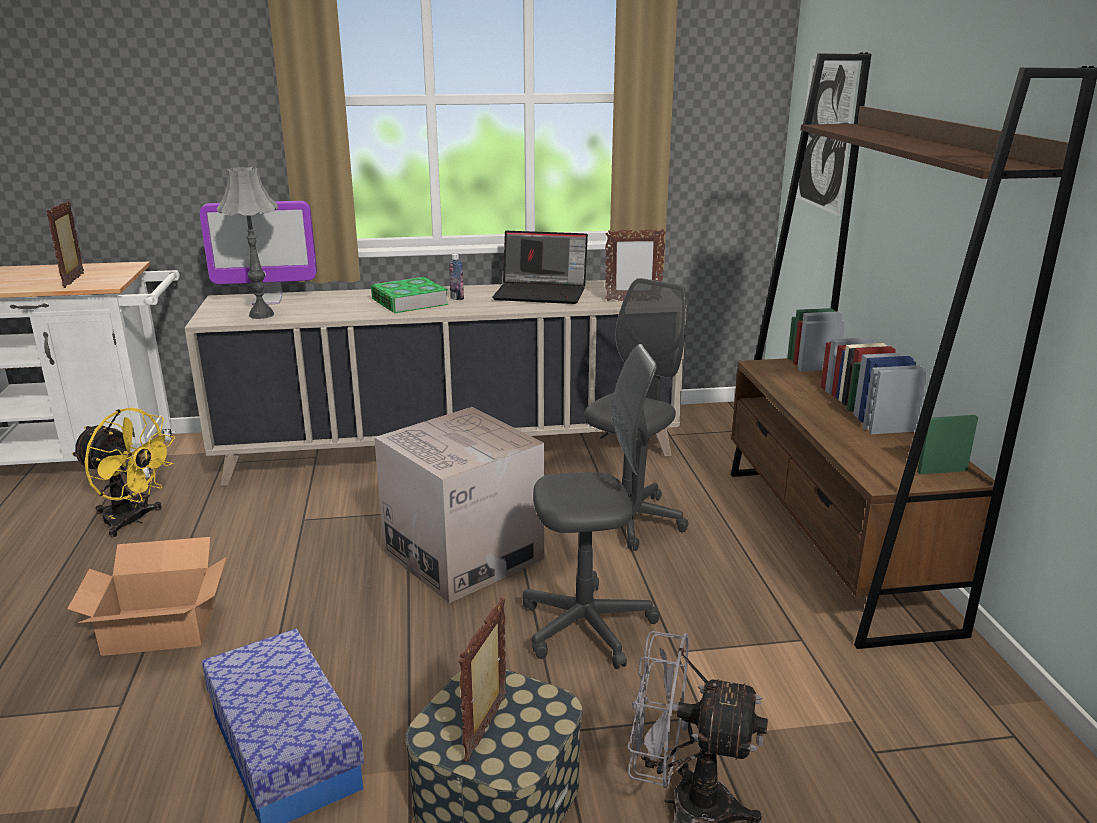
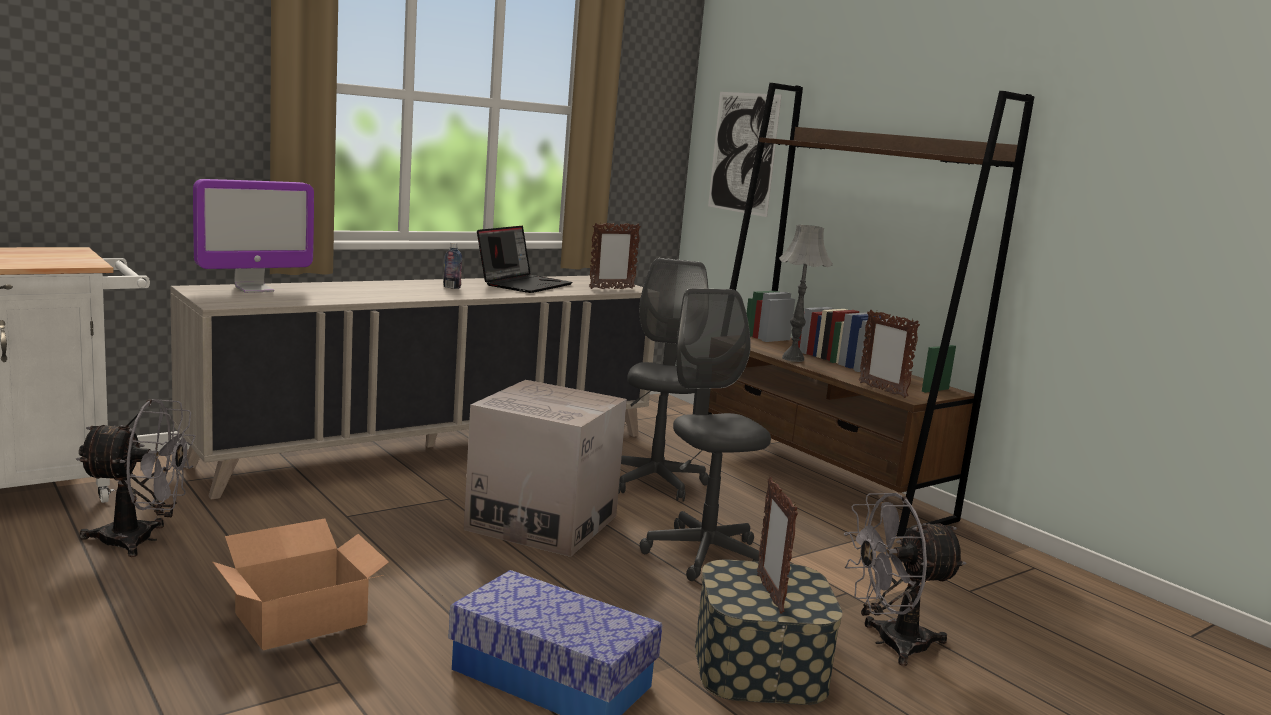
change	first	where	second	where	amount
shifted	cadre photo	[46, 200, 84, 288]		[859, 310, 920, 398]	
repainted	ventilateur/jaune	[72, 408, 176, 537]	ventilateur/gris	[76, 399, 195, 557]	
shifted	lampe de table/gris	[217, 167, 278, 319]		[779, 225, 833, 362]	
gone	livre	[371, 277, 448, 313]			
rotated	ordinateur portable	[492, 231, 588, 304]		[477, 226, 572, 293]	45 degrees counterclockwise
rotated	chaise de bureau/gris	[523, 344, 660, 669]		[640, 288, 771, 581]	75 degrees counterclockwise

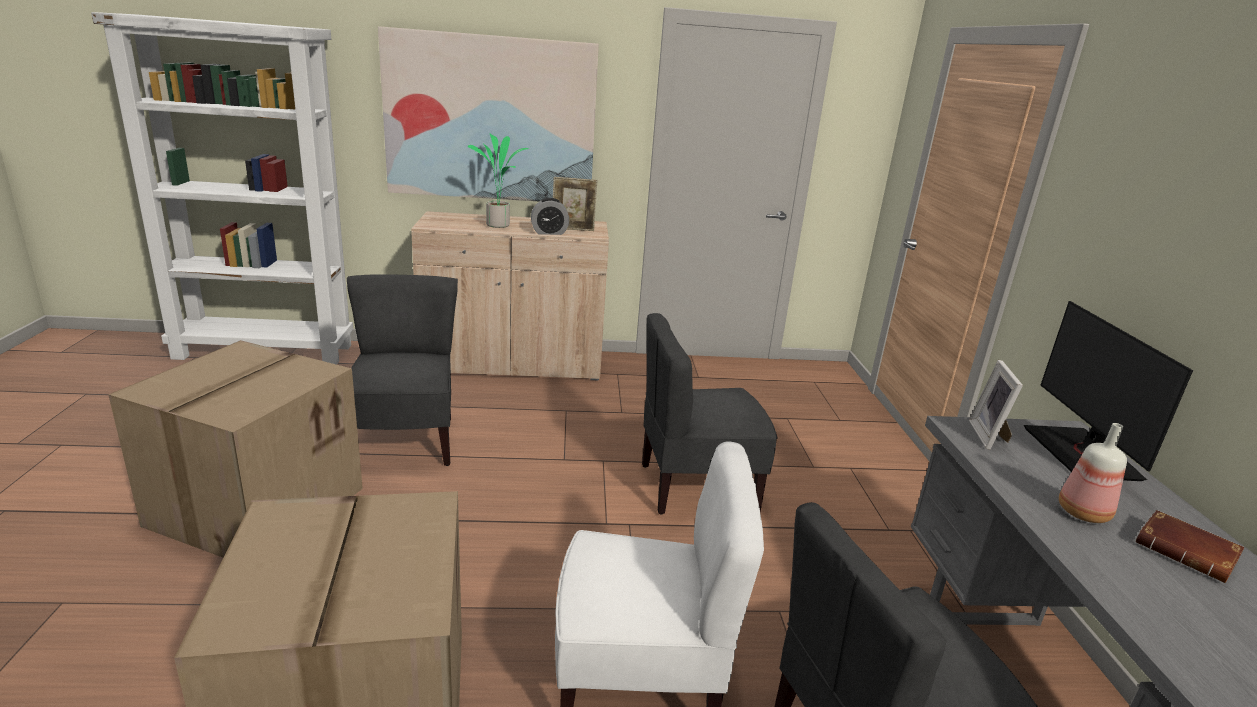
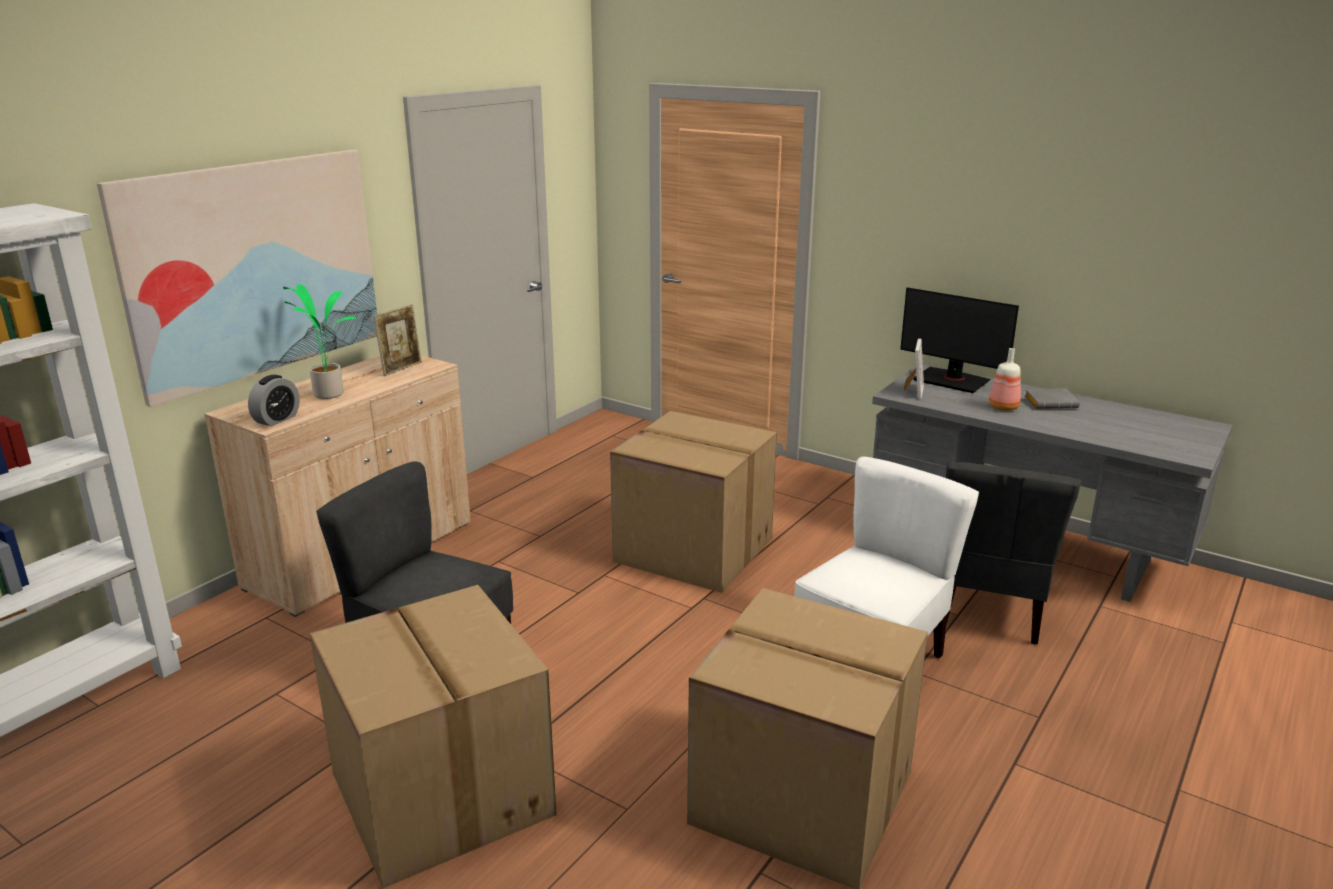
change	first	where	second	where	amount
shifted	réveil	[531, 198, 569, 235]		[248, 375, 300, 426]	
swapped	chaise/gris	[642, 313, 777, 515]	carton	[610, 411, 777, 593]	
rotated	cadre photo	[969, 360, 1023, 450]		[904, 338, 924, 399]	120 degrees counterclockwise
repainted	livre/marron	[1136, 510, 1245, 583]	livre/gris	[1025, 389, 1079, 409]	

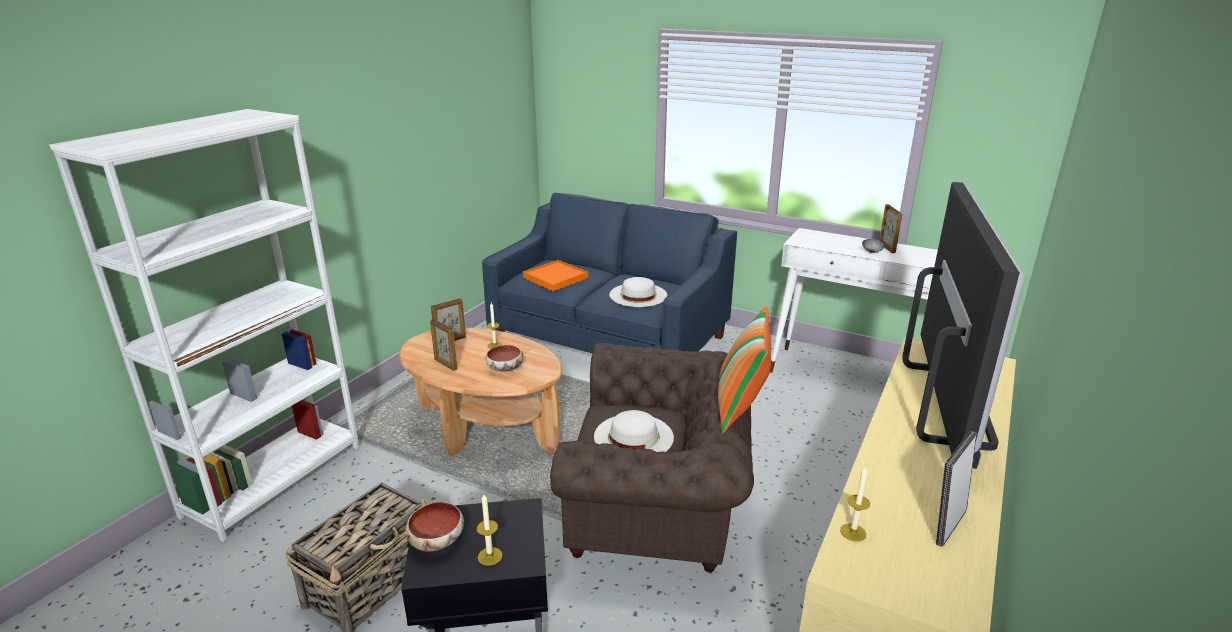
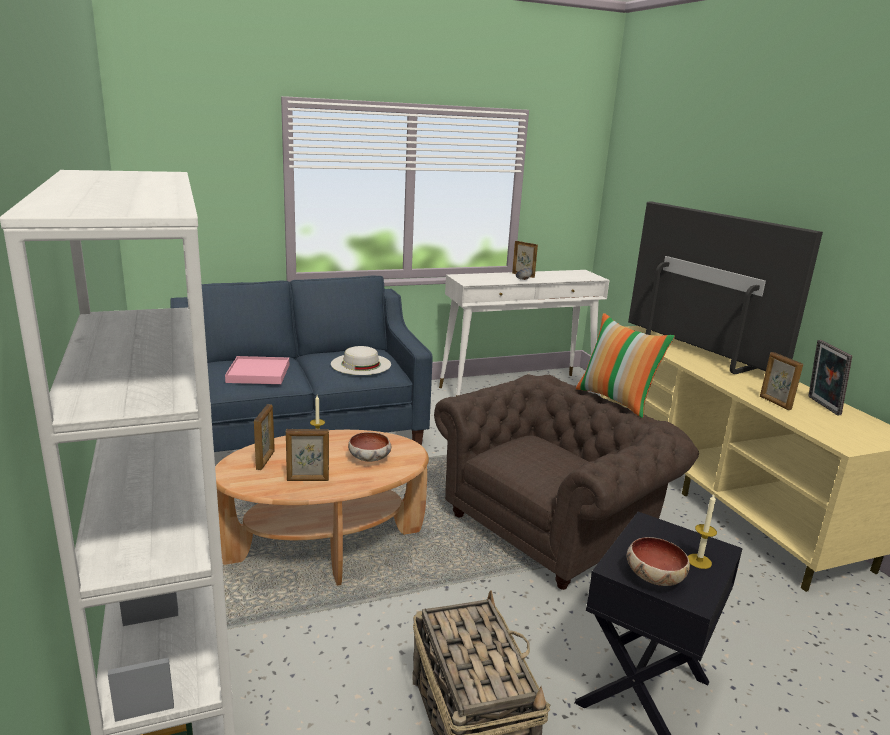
change	first	where	second	where	amount
repainted	plateau/orange	[523, 260, 588, 291]	plateau/rose	[225, 356, 289, 384]	
gone	chapeau/blanc	[594, 410, 674, 452]			
gone	bougie	[840, 466, 870, 542]			
new			cadre photo	[760, 352, 803, 410]	

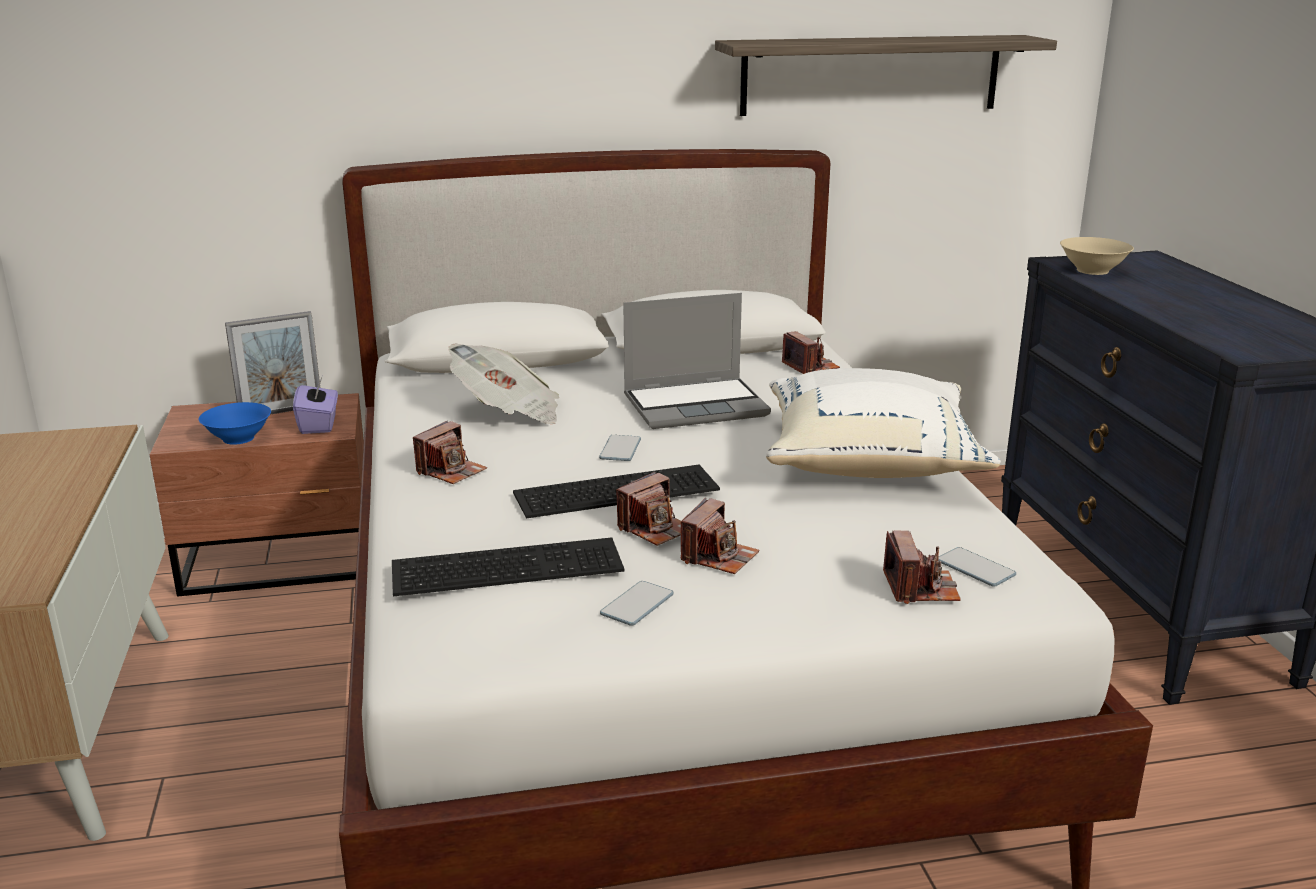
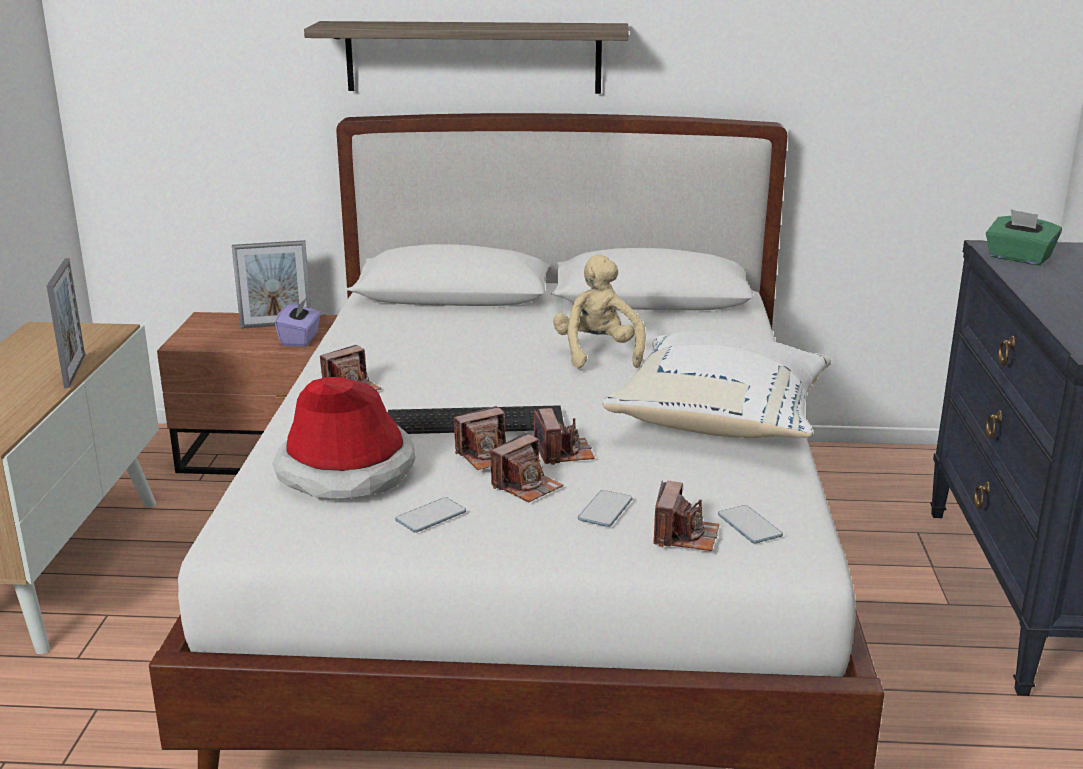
change	first	where	second	where	amount
gone	bol/bleu	[198, 402, 271, 445]			
swapped	clavier	[392, 537, 624, 596]	chapeau	[272, 377, 415, 498]	
gone	journal	[448, 344, 559, 424]			
shifted	téléphone	[599, 435, 641, 461]		[578, 490, 632, 527]	
swapped	ordinateur portable	[623, 293, 771, 429]	peluche/beige	[553, 254, 646, 369]	
shifted	étagère	[715, 35, 1057, 116]		[304, 21, 629, 94]	
shifted	appareil photo	[782, 331, 840, 374]		[534, 408, 595, 465]	
swapped	bol/beige	[1060, 237, 1134, 275]	boîte à mouchoirs/vert	[986, 209, 1062, 265]	
new			cadre photo	[47, 258, 85, 388]	

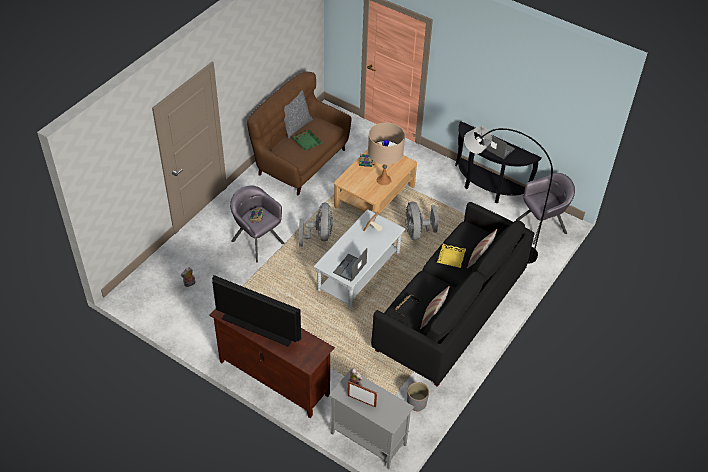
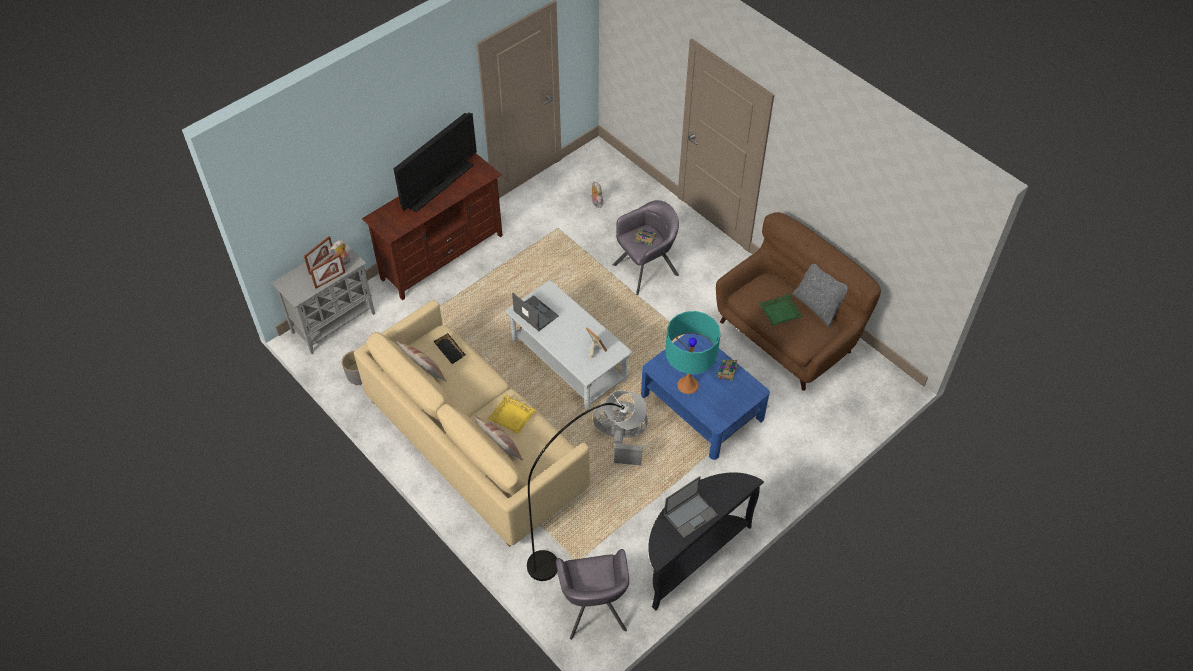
change	first	where	second	where	amount
gone	ventilateur/gris	[299, 203, 333, 246]			
repainted	table basse/beige	[334, 143, 417, 215]	table basse/bleu	[641, 333, 770, 460]	
repainted	lampe de table/beige	[368, 122, 405, 185]	lampe de table/turquoise	[665, 311, 721, 394]	
repainted	canapé/noir	[371, 202, 534, 387]	canapé/beige	[354, 300, 590, 547]	
new			cadre photo	[310, 254, 345, 289]	

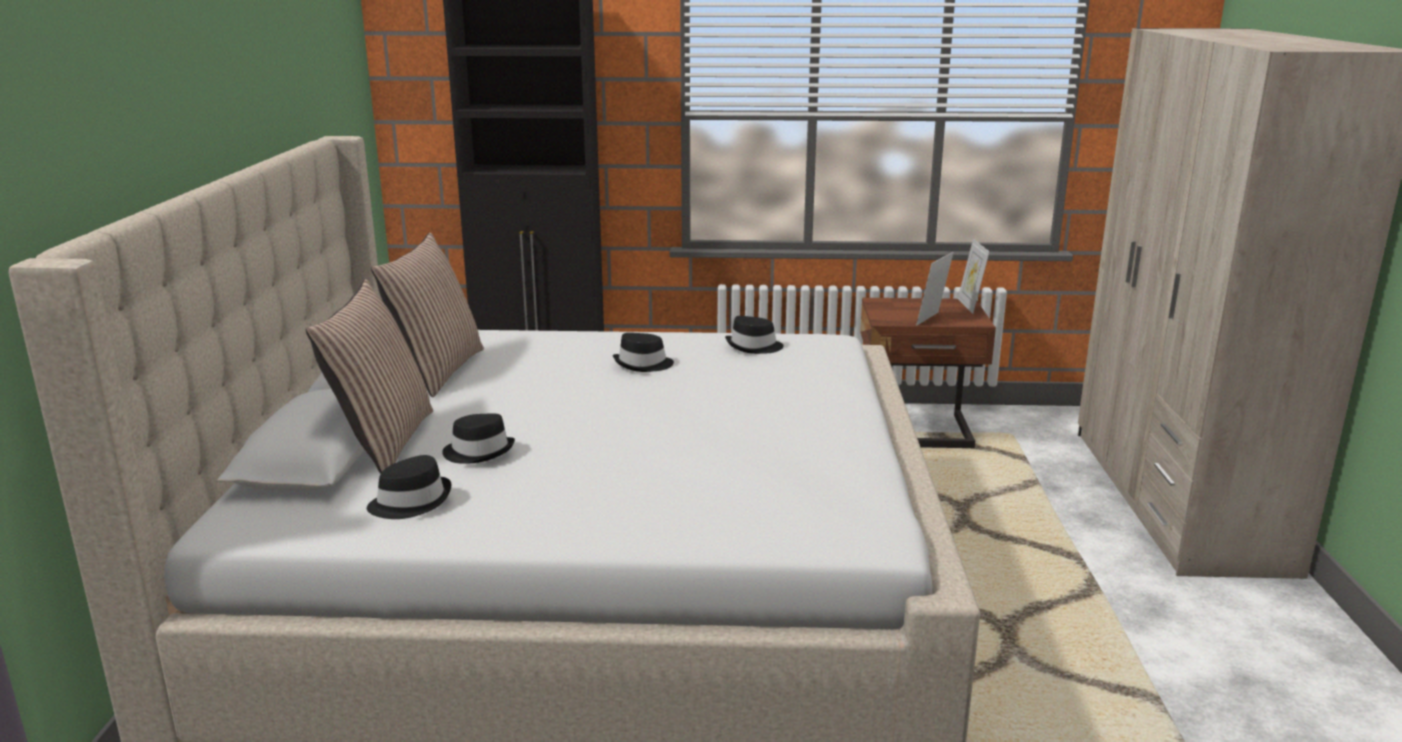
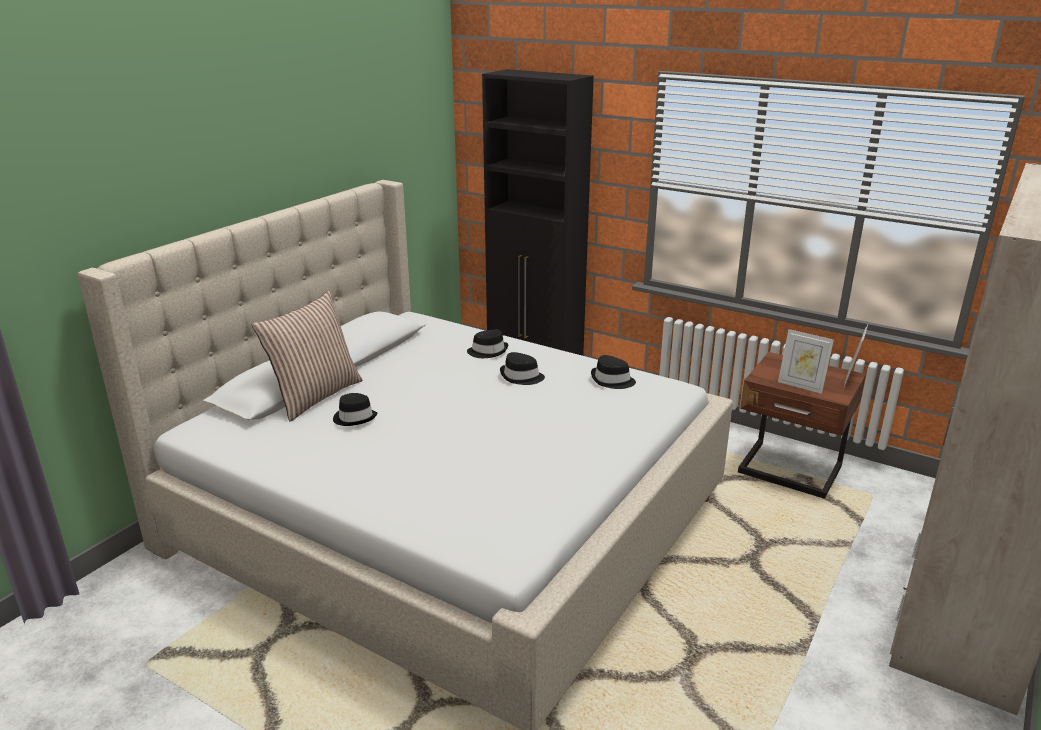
change	first	where	second	where	amount
shifted	chapeau/noir	[367, 455, 451, 519]		[467, 330, 508, 358]	
gone	coussin	[371, 233, 484, 397]			
rotated	cadre photo	[916, 252, 954, 326]		[778, 329, 834, 394]	120 degrees counterclockwise

